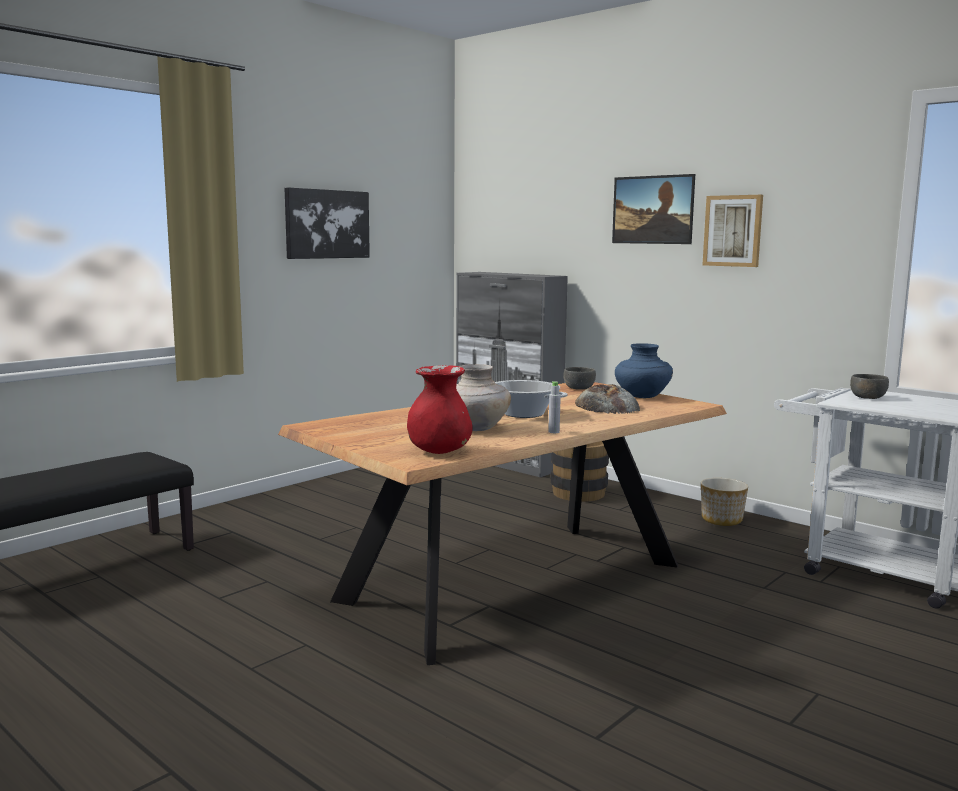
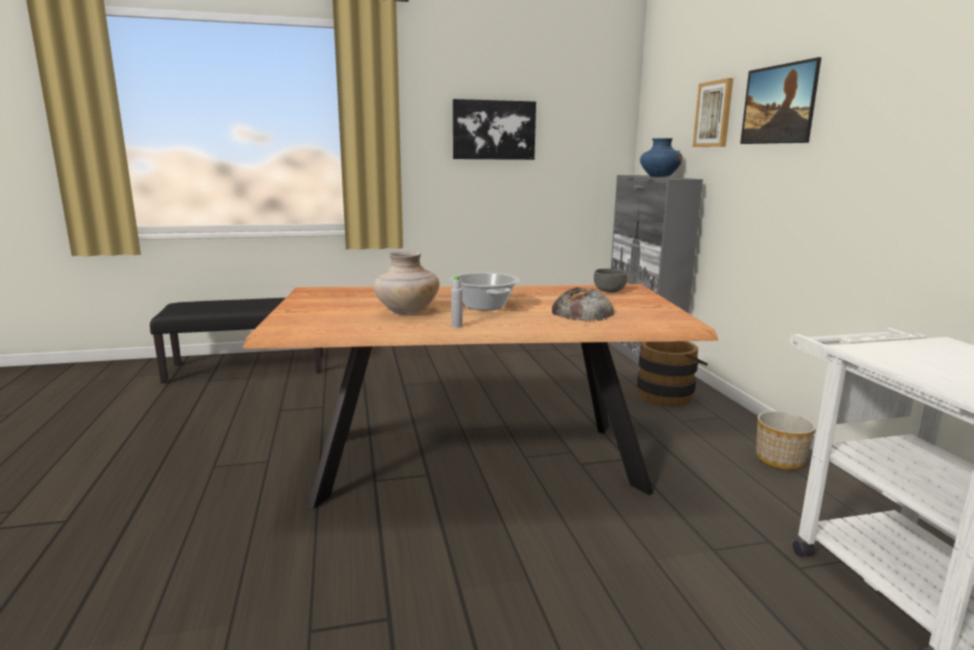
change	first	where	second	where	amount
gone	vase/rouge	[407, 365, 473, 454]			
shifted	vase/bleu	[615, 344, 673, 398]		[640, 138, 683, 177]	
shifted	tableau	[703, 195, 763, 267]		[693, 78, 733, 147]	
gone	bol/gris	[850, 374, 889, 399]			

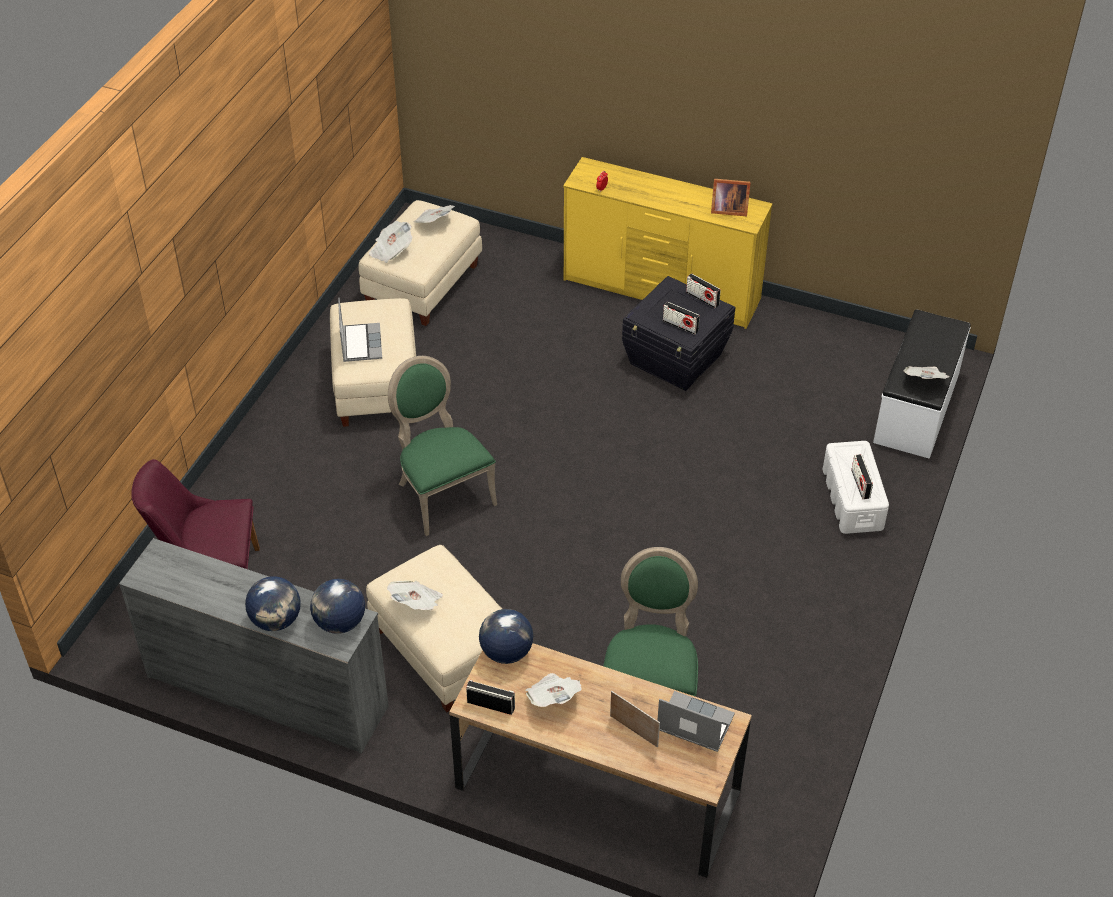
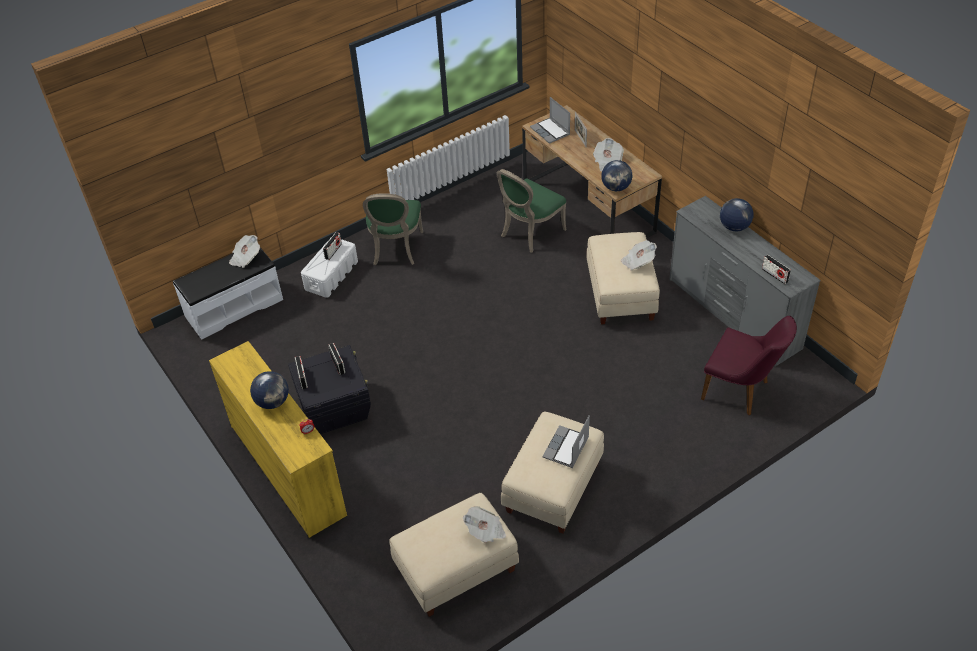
change	first	where	second	where	amount
shifted	globe	[310, 579, 365, 634]		[250, 371, 289, 409]	
shifted	chaise/vert	[388, 356, 497, 536]		[363, 193, 423, 265]	
gone	journal	[413, 205, 455, 223]			
shifted	radio	[466, 680, 515, 715]		[762, 255, 791, 284]	
gone	cadre photo	[711, 179, 751, 216]			

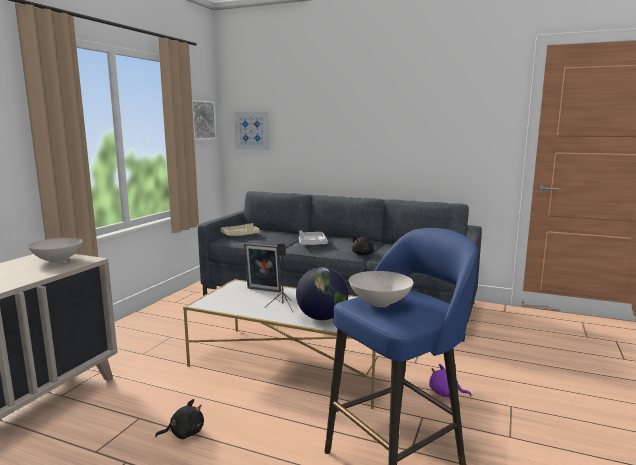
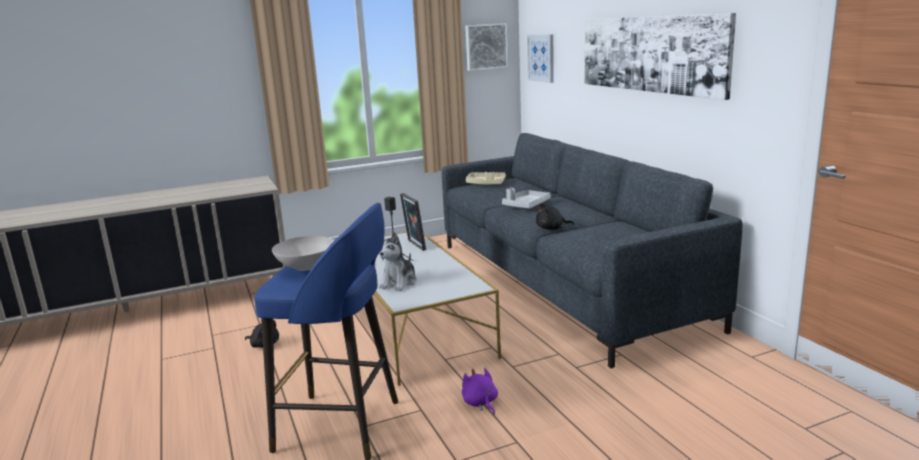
change	first	where	second	where	amount
gone	bol/blanc	[28, 238, 82, 263]			
swapped	globe	[296, 267, 349, 320]	peluche	[379, 232, 417, 291]	
new			tableau	[585, 13, 736, 100]	

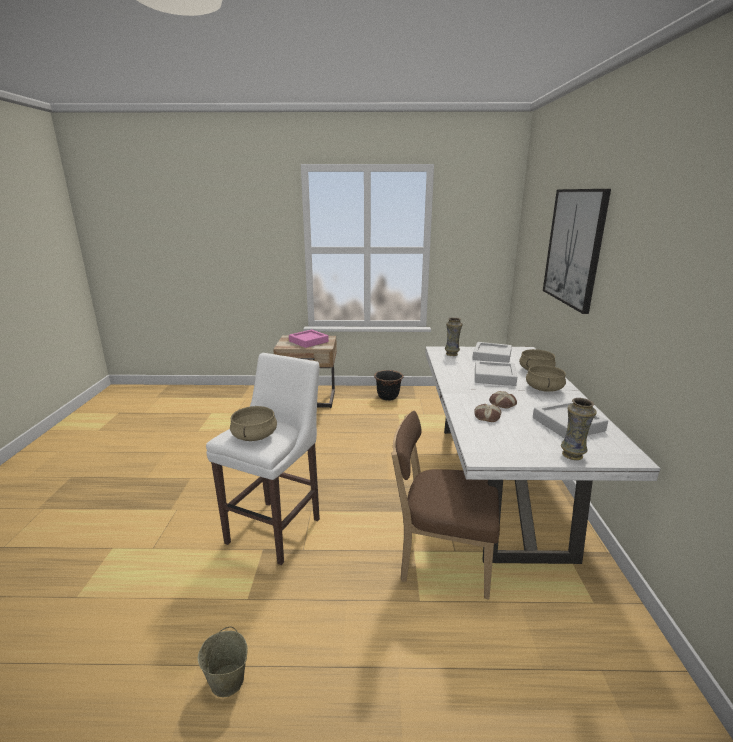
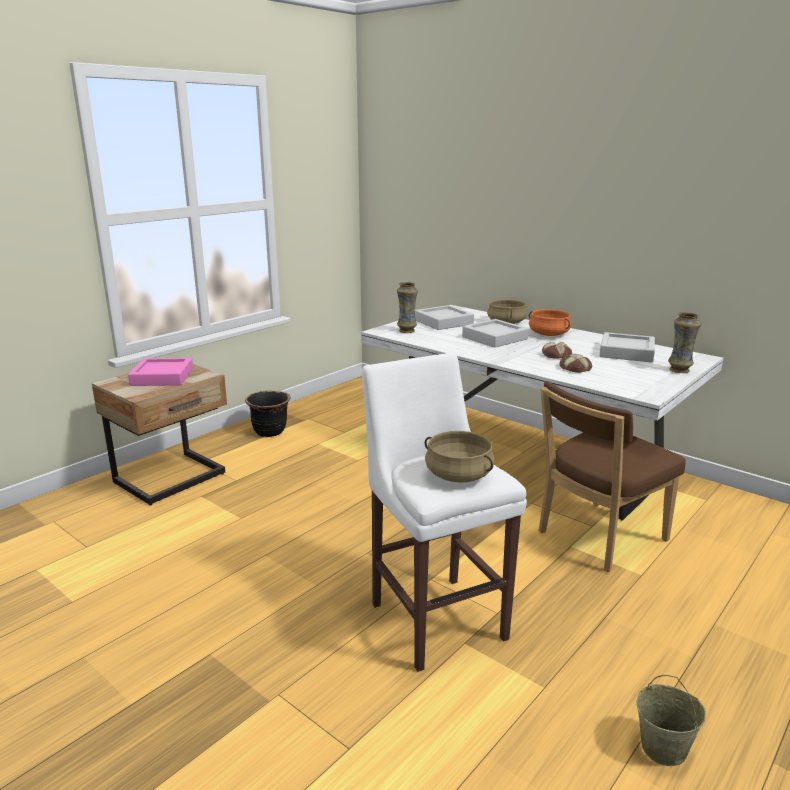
change	first	where	second	where	amount
repainted	marmite/beige	[526, 365, 566, 392]	marmite/orange	[529, 309, 571, 336]	
gone	tableau	[543, 189, 611, 314]			

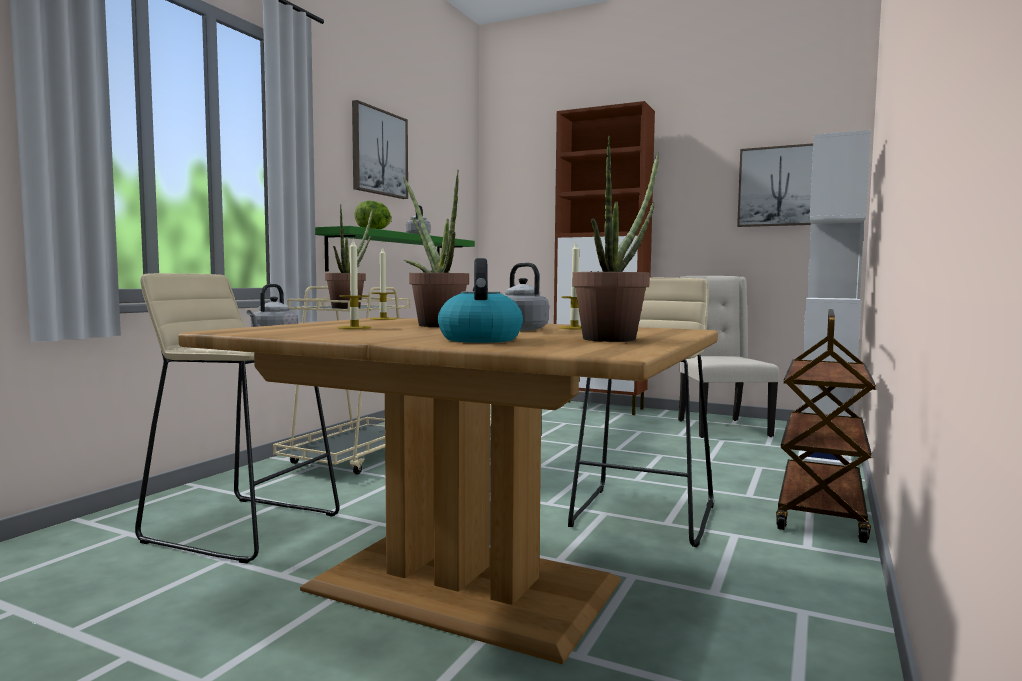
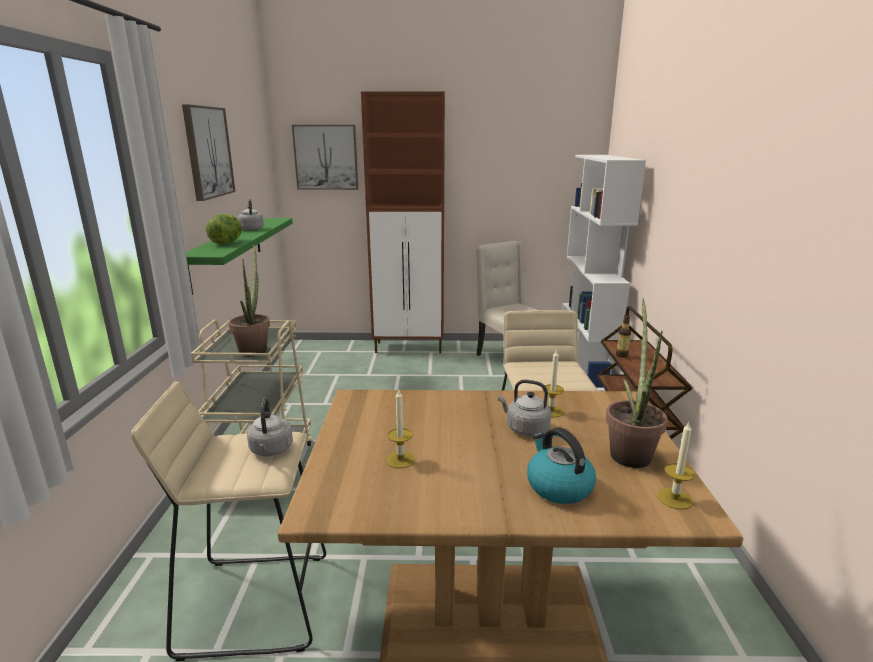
change	first	where	second	where	amount
shifted	bougie	[370, 246, 397, 320]		[657, 422, 695, 510]	
gone	plante en pot	[403, 169, 469, 327]			
shifted	tableau	[737, 143, 813, 227]		[292, 125, 358, 190]	
new			bouteille	[616, 315, 631, 357]	

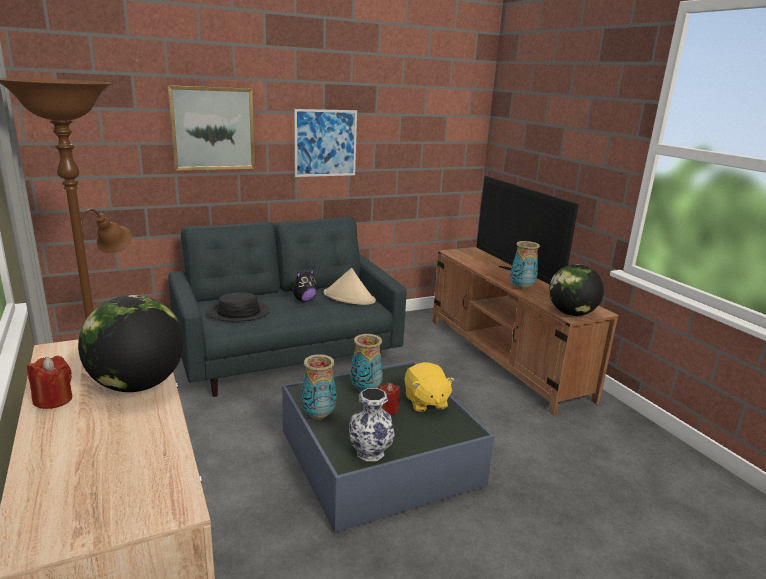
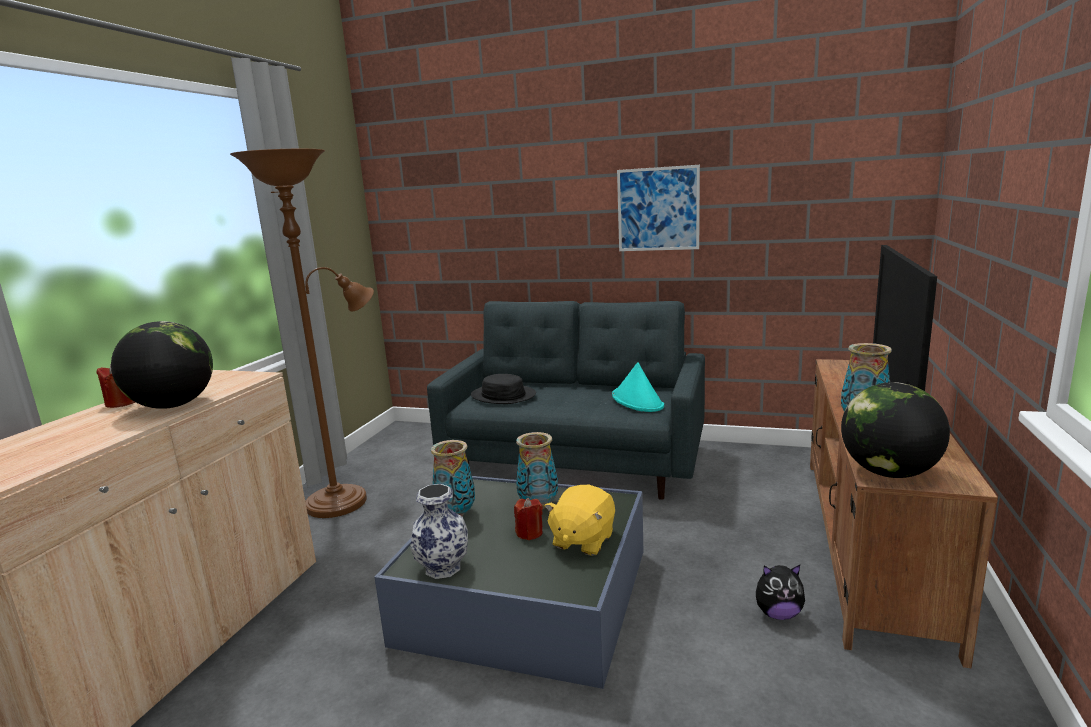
change	first	where	second	where	amount
gone	tableau	[168, 85, 255, 171]			
shifted	peluche	[290, 269, 318, 302]		[756, 565, 805, 620]	
repainted	chapeau/beige	[324, 268, 376, 305]	chapeau/turquoise	[612, 362, 664, 412]	

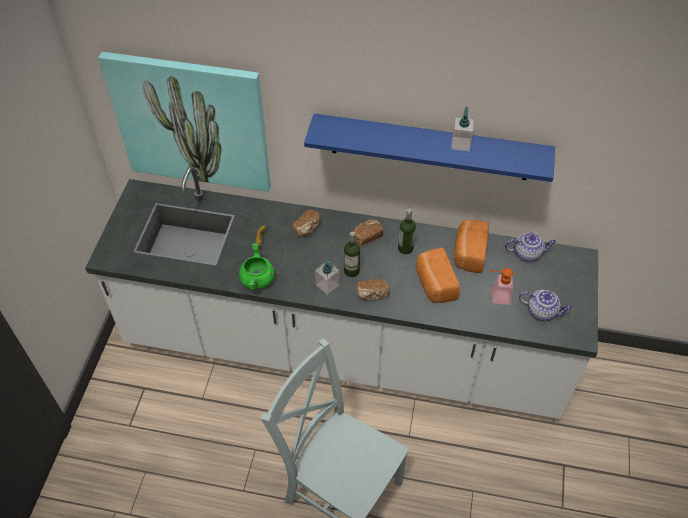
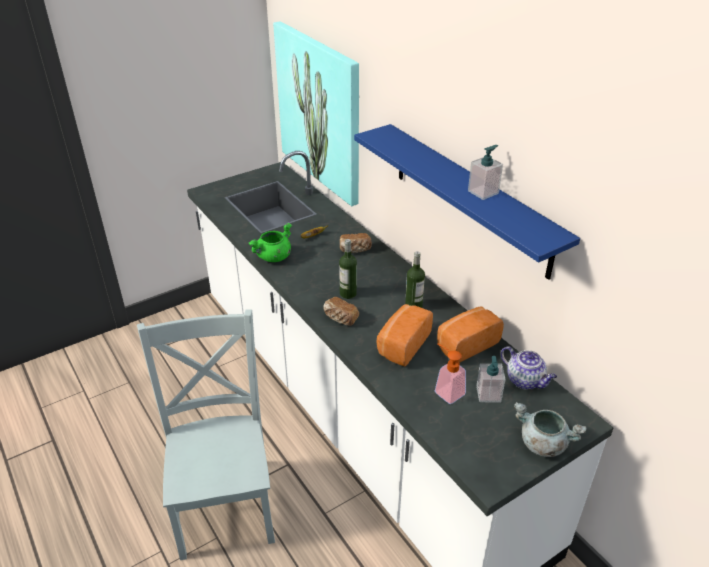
change	first	where	second	where	amount
shifted	distributeur de savon	[315, 259, 340, 295]		[476, 356, 506, 402]	
gone	pain	[353, 220, 384, 246]			
gone	théière	[519, 290, 572, 322]			
new			marmite/gris	[514, 402, 586, 457]	

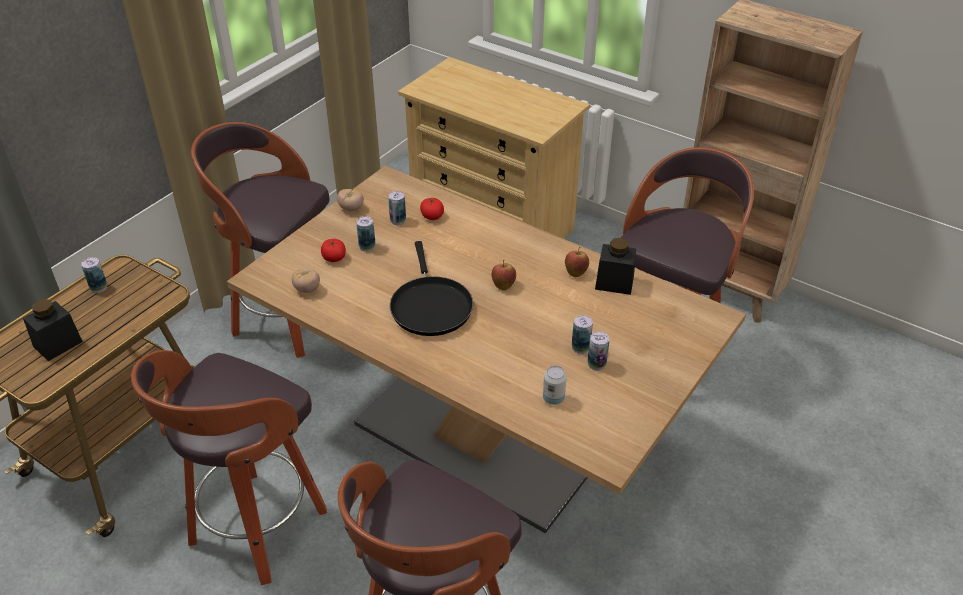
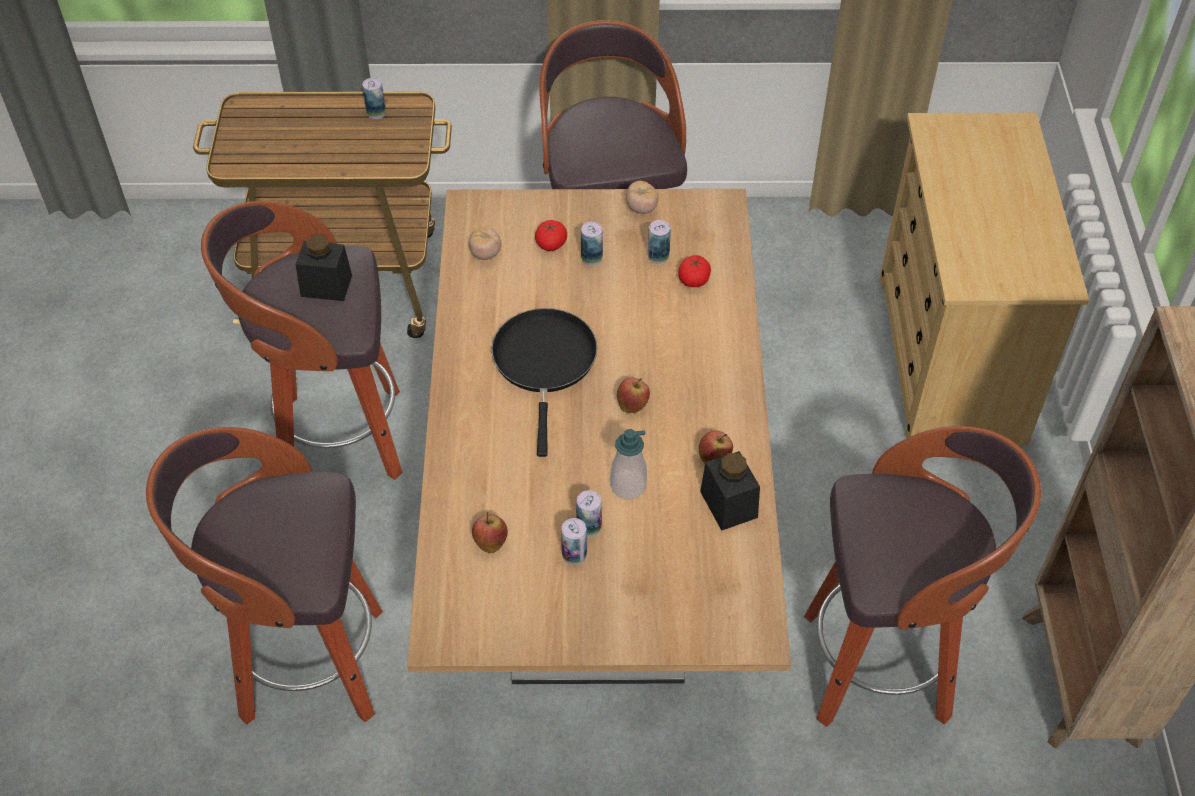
change	first	where	second	where	amount
shifted	bocal/noir	[23, 299, 83, 361]		[295, 234, 352, 301]	
rotated	poêle/noir	[390, 241, 473, 336]		[492, 308, 597, 457]	135 degrees clockwise
swapped	boîte métallique	[543, 366, 567, 405]	pomme	[472, 512, 508, 553]	
new			distributeur de savon	[610, 429, 647, 499]	

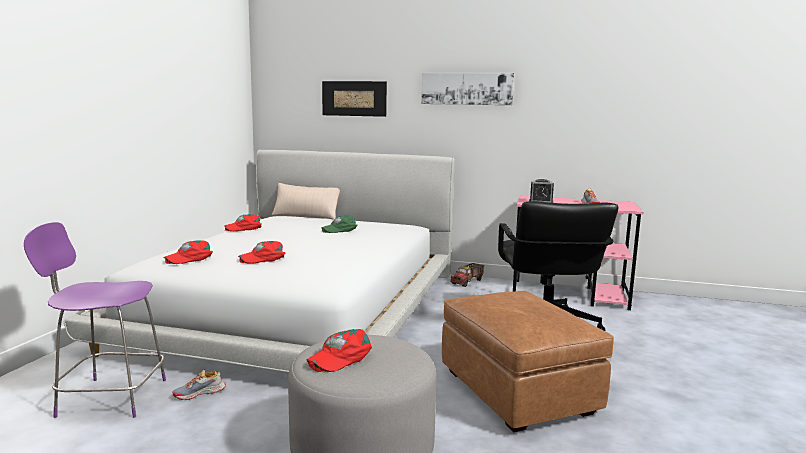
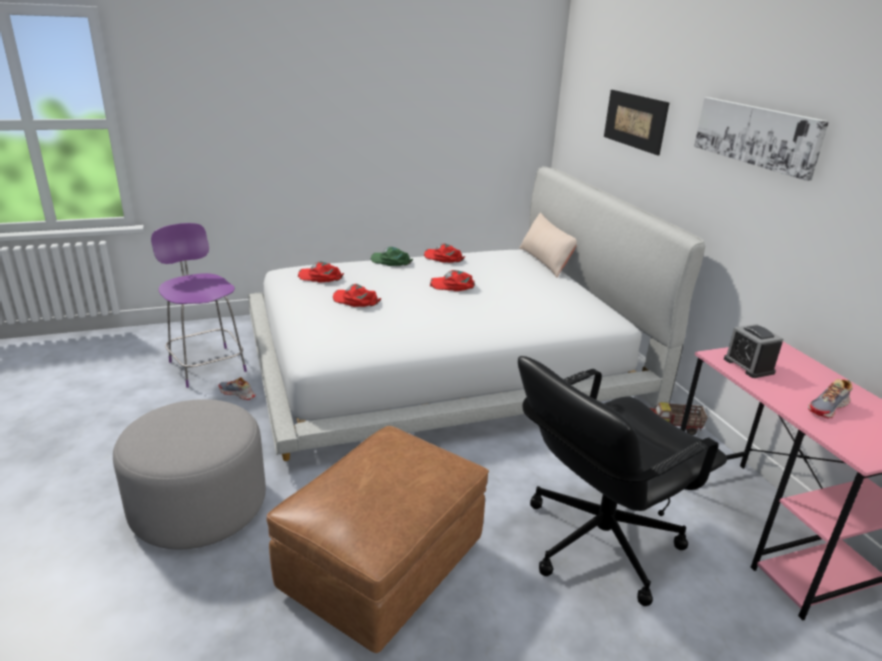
change	first	where	second	where	amount
shifted	casquette/rouge	[306, 329, 372, 372]		[430, 270, 475, 291]	
shifted	casquette/vert	[322, 216, 357, 233]		[371, 247, 413, 266]	

